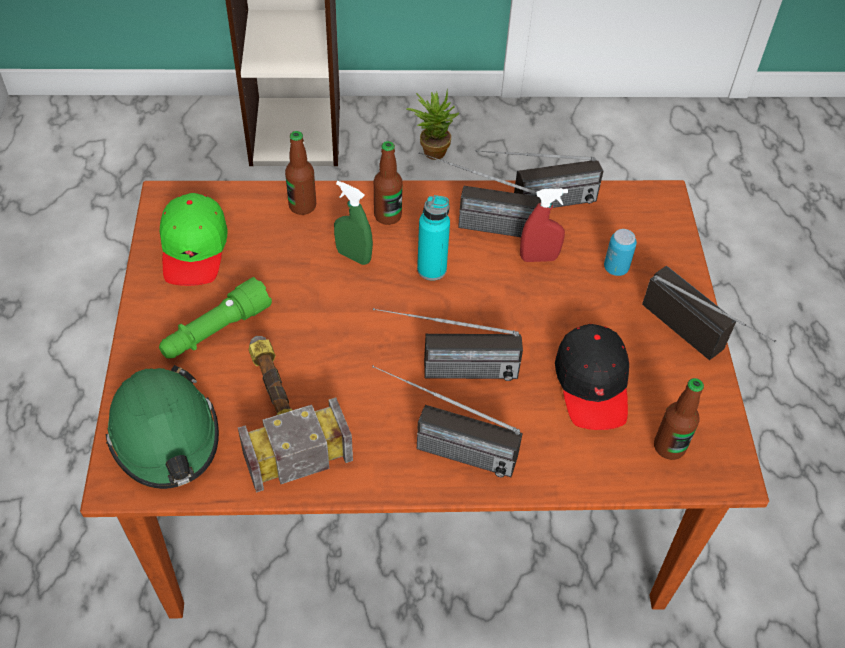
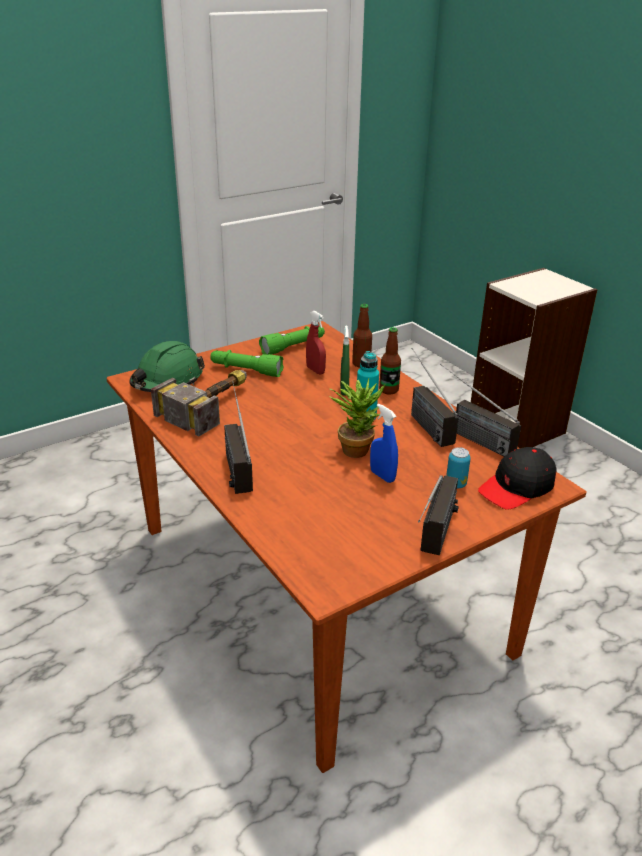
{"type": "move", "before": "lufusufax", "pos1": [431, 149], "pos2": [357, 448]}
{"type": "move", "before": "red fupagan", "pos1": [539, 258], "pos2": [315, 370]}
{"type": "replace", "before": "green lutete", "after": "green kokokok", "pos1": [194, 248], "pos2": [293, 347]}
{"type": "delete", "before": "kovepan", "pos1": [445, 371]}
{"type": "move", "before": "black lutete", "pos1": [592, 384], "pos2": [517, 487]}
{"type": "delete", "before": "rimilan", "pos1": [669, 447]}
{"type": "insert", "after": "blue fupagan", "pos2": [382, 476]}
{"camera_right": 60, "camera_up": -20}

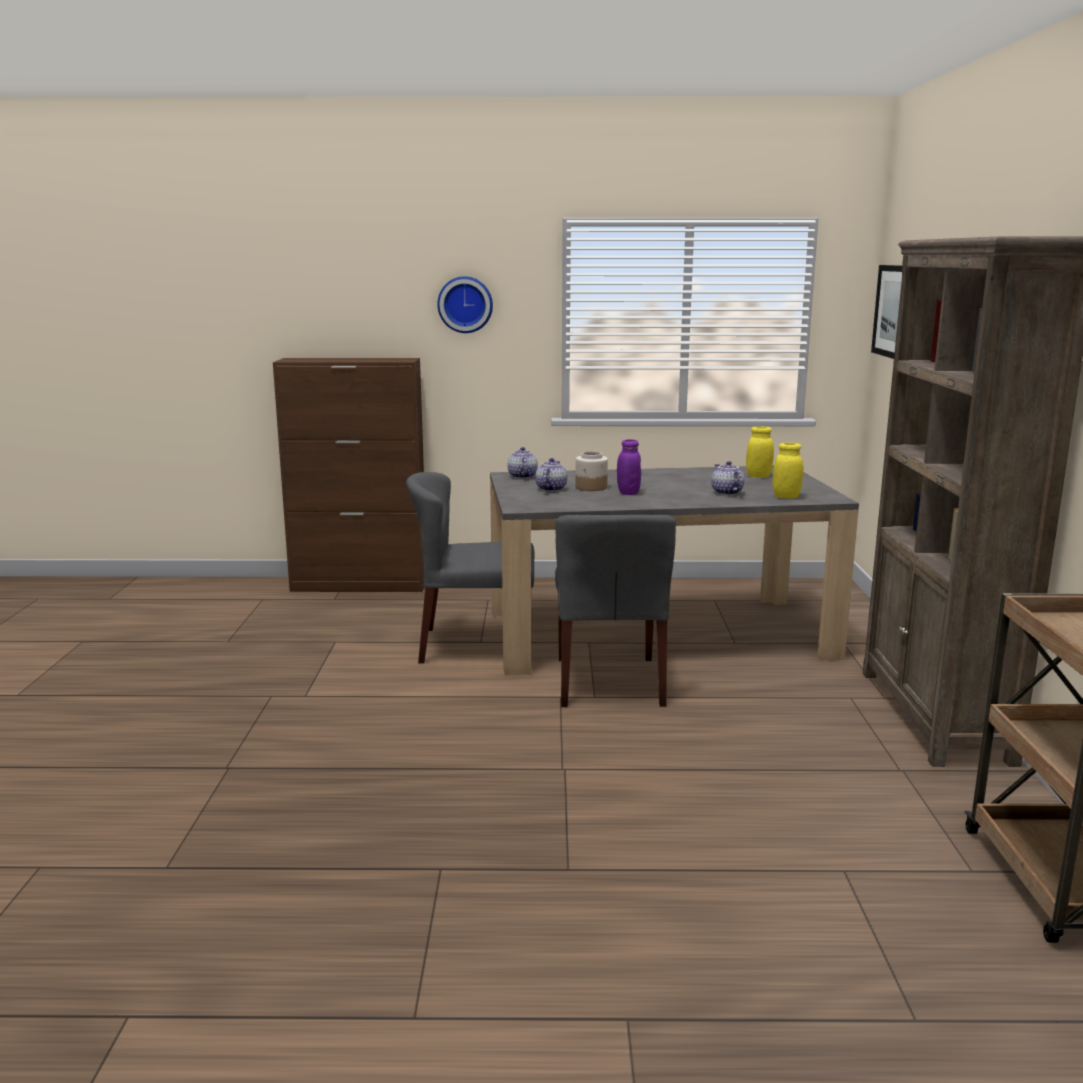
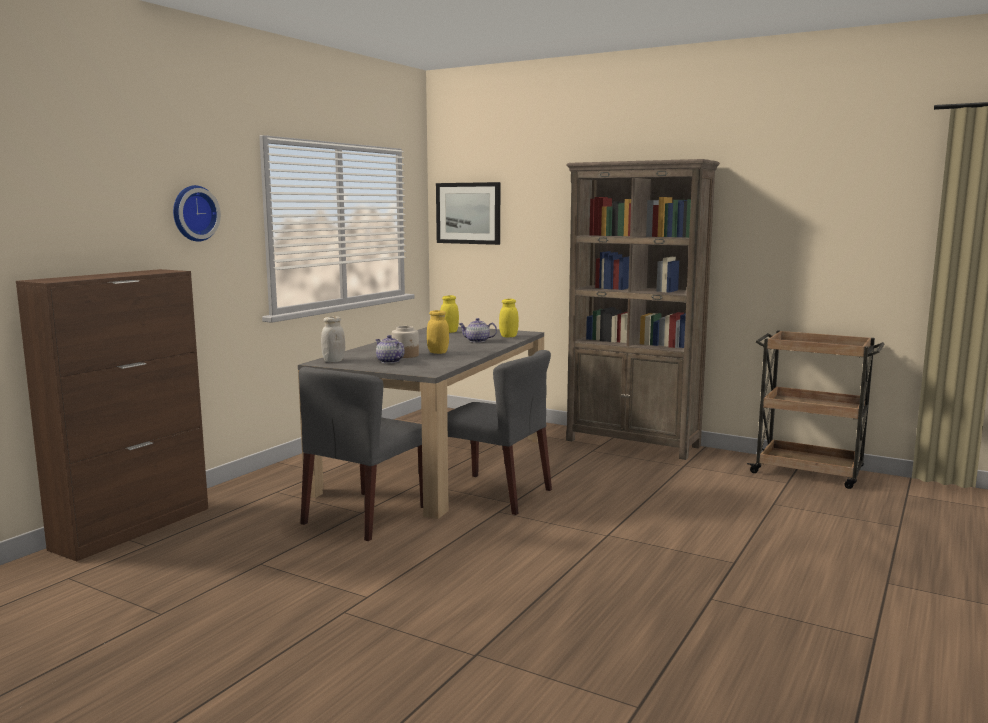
{"type": "recolor", "before": "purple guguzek", "after": "yellow guguzek", "pos1": [628, 493], "pos2": [438, 352]}
{"type": "replace", "before": "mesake", "after": "white guguzek", "pos1": [521, 476], "pos2": [333, 361]}
{"camera_right": -60, "camera_up": -5}

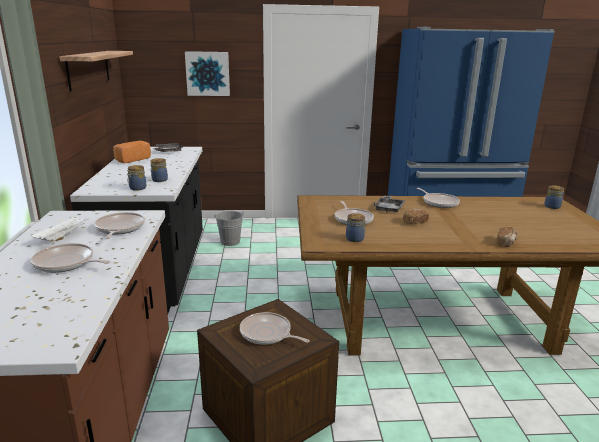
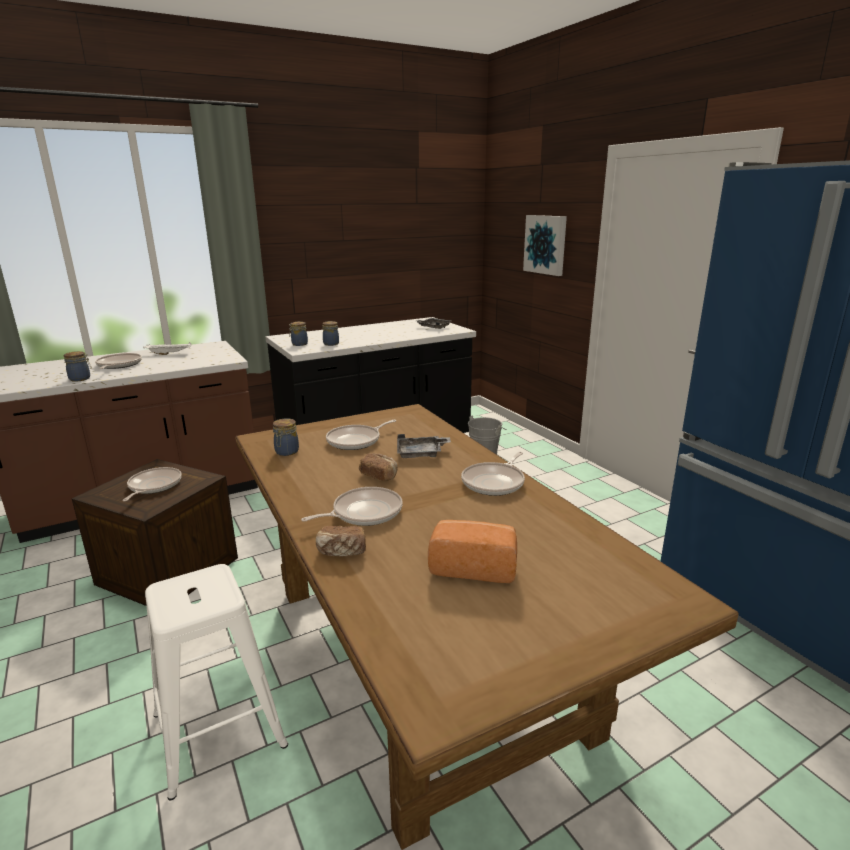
{"type": "delete", "before": "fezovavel", "pos1": [89, 69]}
{"type": "move", "before": "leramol", "pos1": [131, 159], "pos2": [473, 566]}
{"type": "move", "before": "guguzek", "pos1": [552, 206], "pos2": [81, 379]}
{"type": "move", "before": "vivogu", "pos1": [119, 228], "pos2": [364, 513]}
{"type": "insert", "after": "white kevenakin", "pos2": [217, 728]}
{"camera_right": 65, "camera_up": 0}

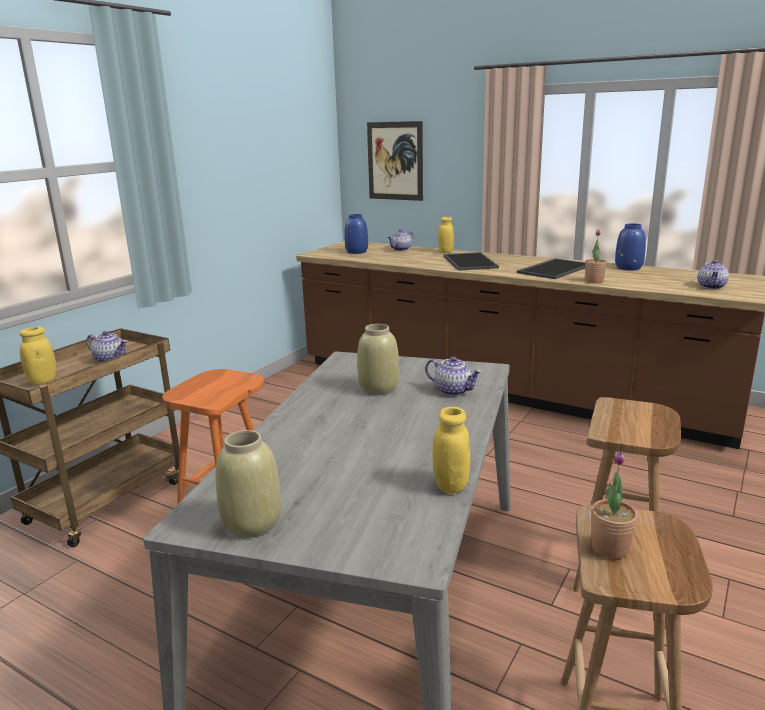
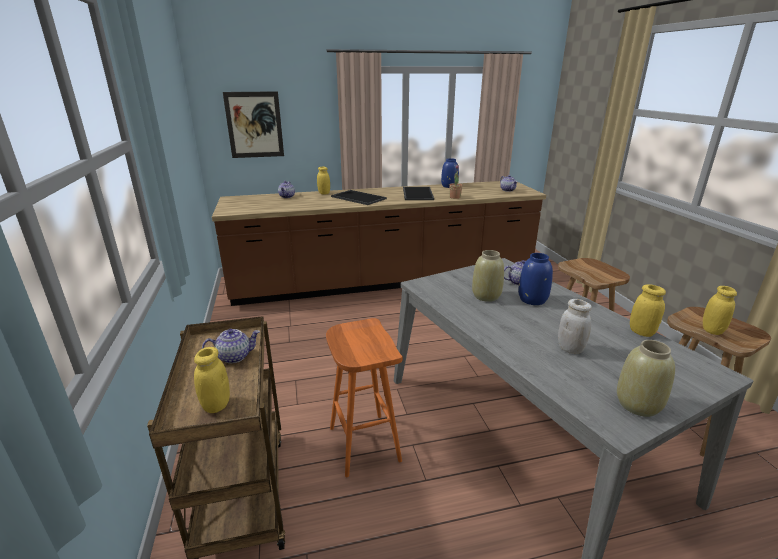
{"type": "move", "before": "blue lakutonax", "pos1": [357, 252], "pos2": [533, 300]}
{"type": "replace", "before": "lufusufax", "after": "yellow guguzek", "pos1": [610, 548], "pos2": [712, 330]}
{"type": "insert", "after": "white guguzek", "pos2": [570, 349]}
{"camera_right": -45, "camera_up": 5}

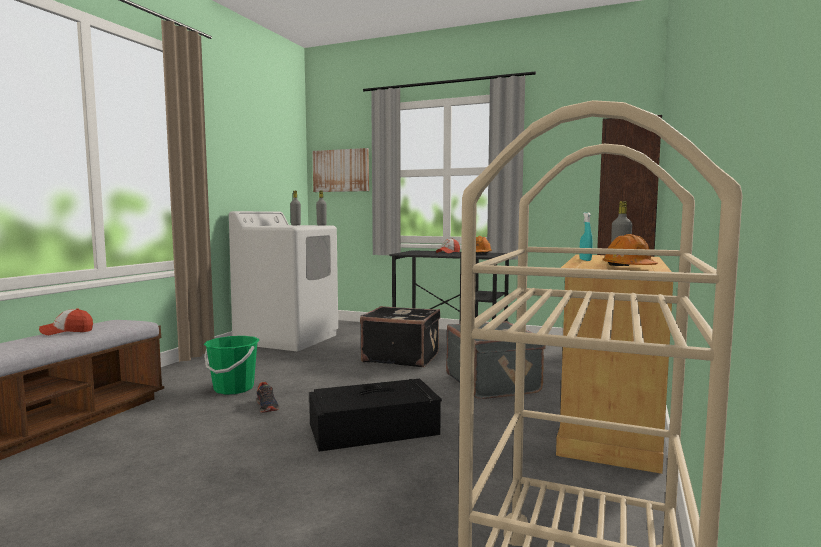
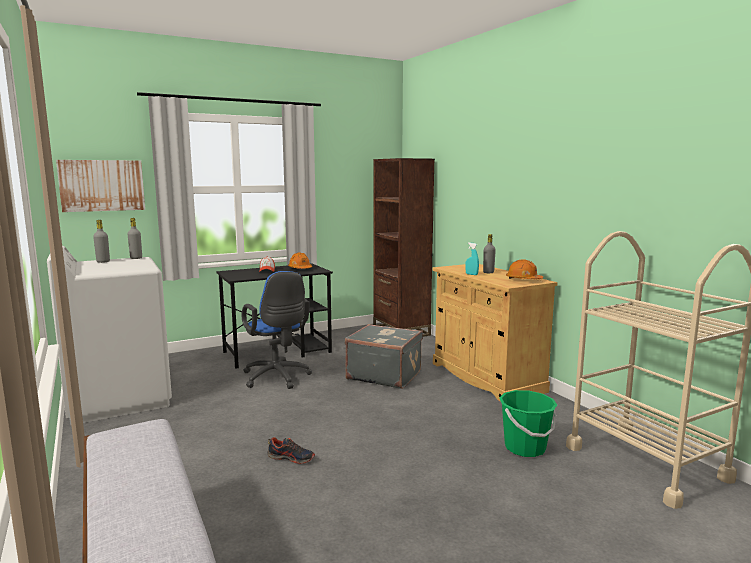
{"type": "replace", "before": "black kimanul", "after": "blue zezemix", "pos1": [401, 357], "pos2": [277, 378]}
{"type": "delete", "before": "lutete", "pos1": [67, 331]}
{"type": "move", "before": "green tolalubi", "pos1": [233, 388], "pos2": [525, 448]}
{"type": "delete", "before": "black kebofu", "pos1": [375, 428]}
{"camera_right": -50, "camera_up": 5}

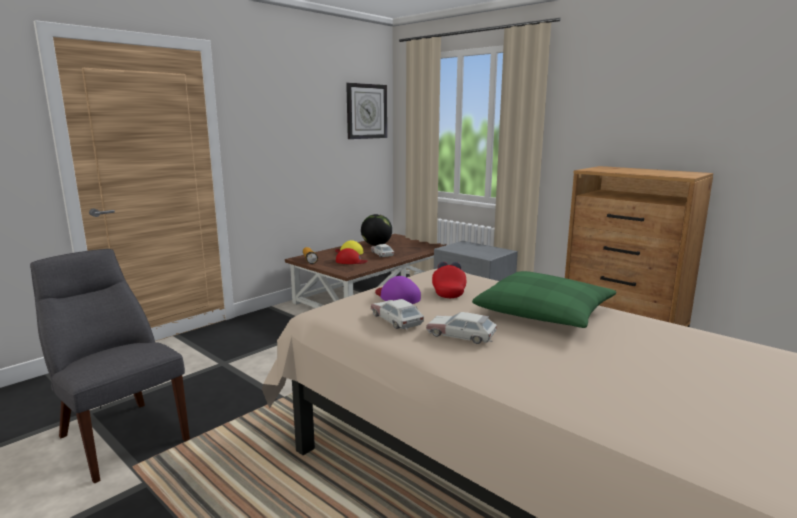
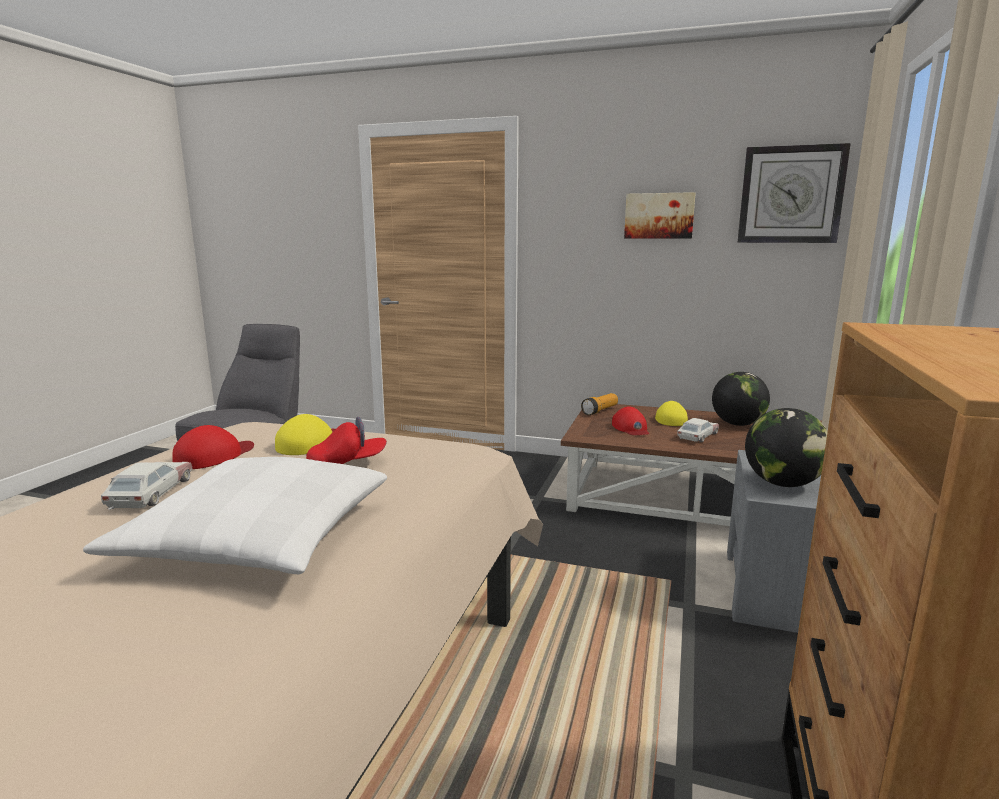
{"type": "recolor", "before": "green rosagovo", "after": "white rosagovo", "pos1": [544, 313], "pos2": [258, 538]}
{"type": "recolor", "before": "purple lutete", "after": "yellow lutete", "pos1": [397, 297], "pos2": [309, 443]}
{"type": "replace", "before": "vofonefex", "after": "red lutete", "pos1": [397, 320], "pos2": [214, 456]}
{"type": "insert", "after": "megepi", "pos2": [659, 216]}
{"type": "insert", "after": "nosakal", "pos2": [782, 483]}
{"camera_right": 65, "camera_up": 0}

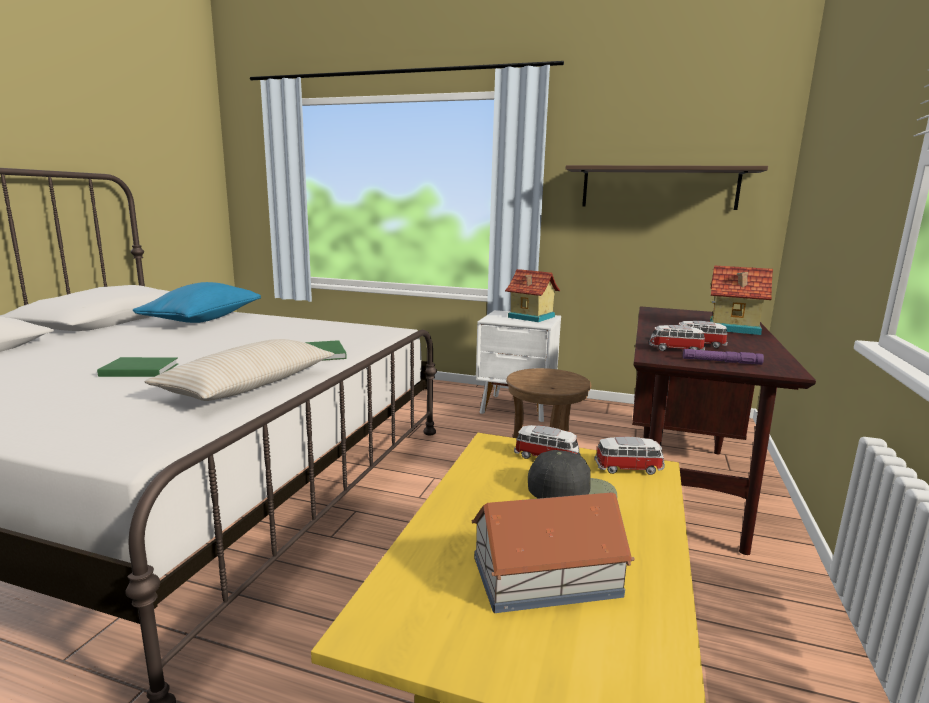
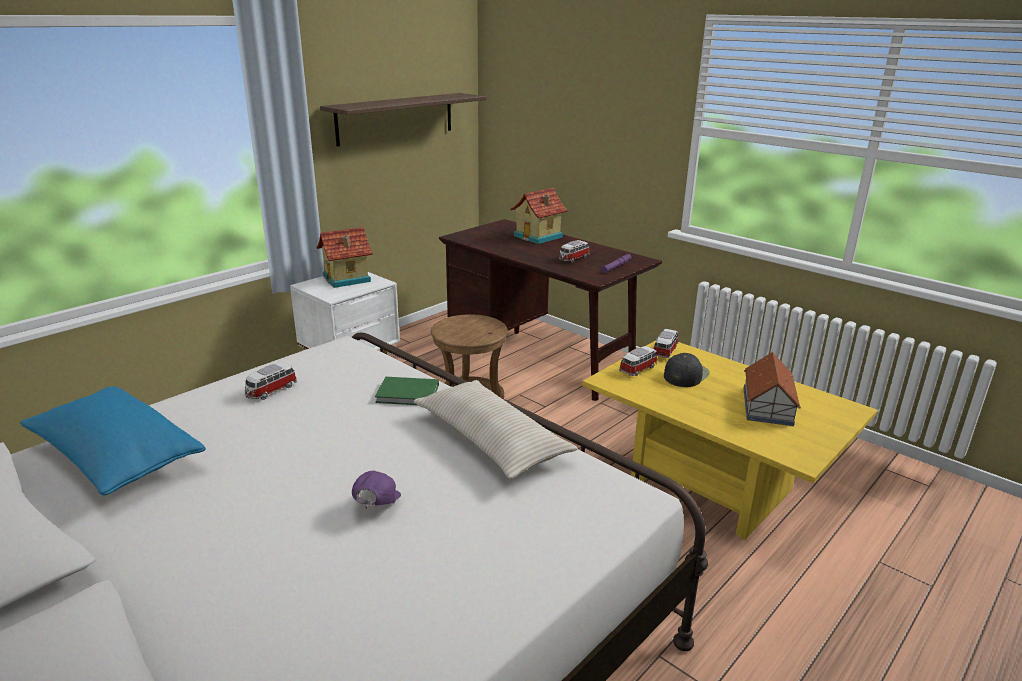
{"type": "move", "before": "vofonefex", "pos1": [675, 350], "pos2": [271, 391]}
{"type": "replace", "before": "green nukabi", "after": "purple lutete", "pos1": [138, 370], "pos2": [375, 506]}
{"camera_right": -65, "camera_up": 10}

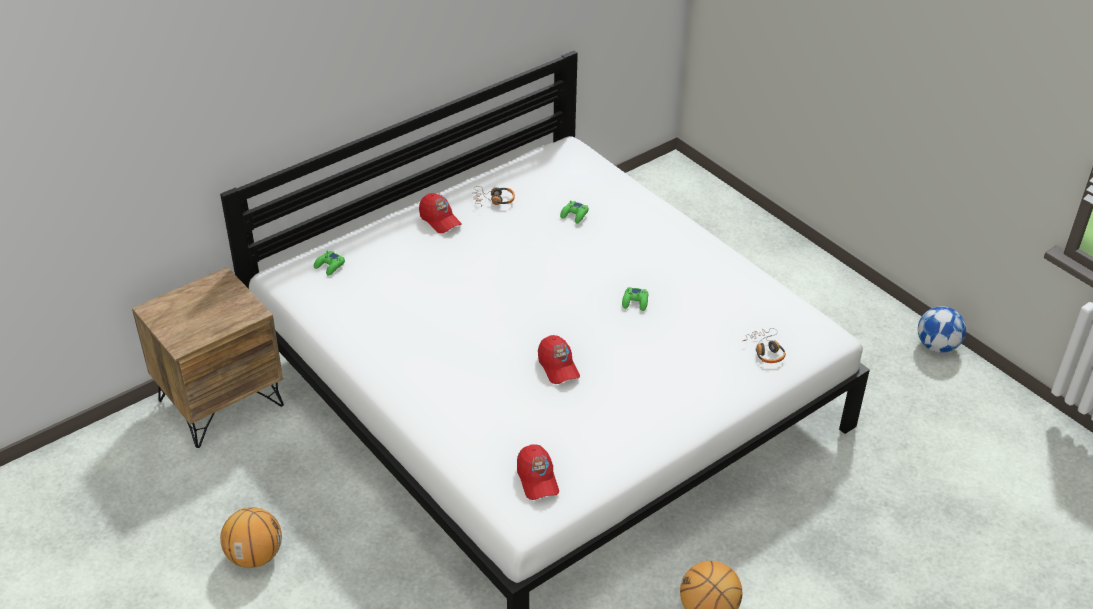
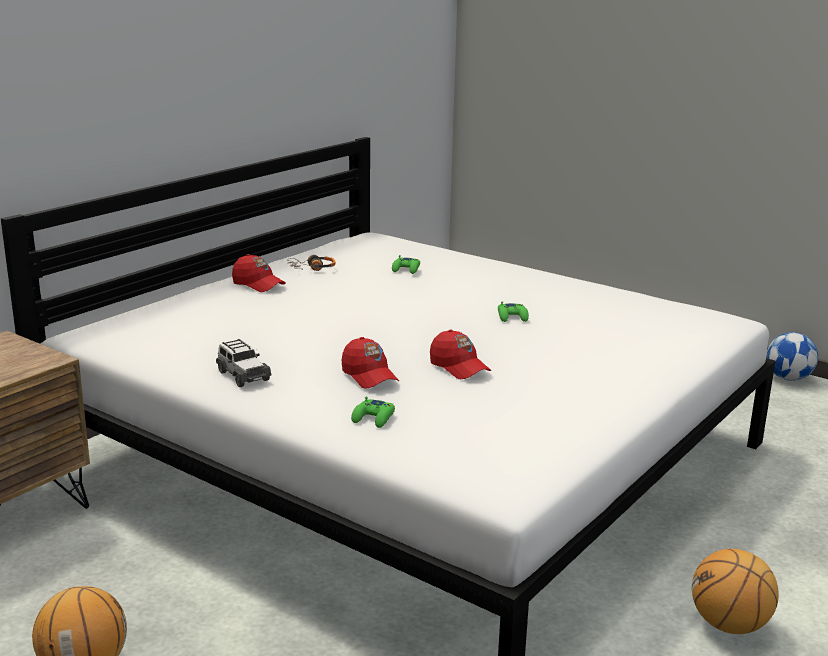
{"type": "move", "before": "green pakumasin", "pos1": [329, 266], "pos2": [374, 418]}
{"type": "delete", "before": "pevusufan", "pos1": [765, 350]}
{"type": "move", "before": "red lutete", "pos1": [537, 479], "pos2": [369, 376]}
{"type": "insert", "after": "vofonefex", "pos2": [242, 375]}
{"camera_right": -15, "camera_up": -20}

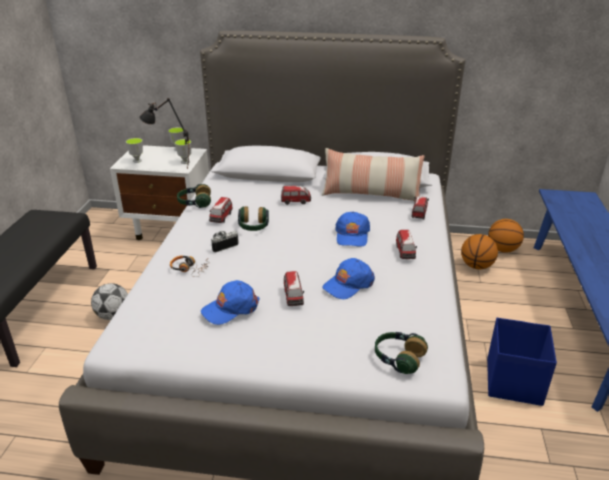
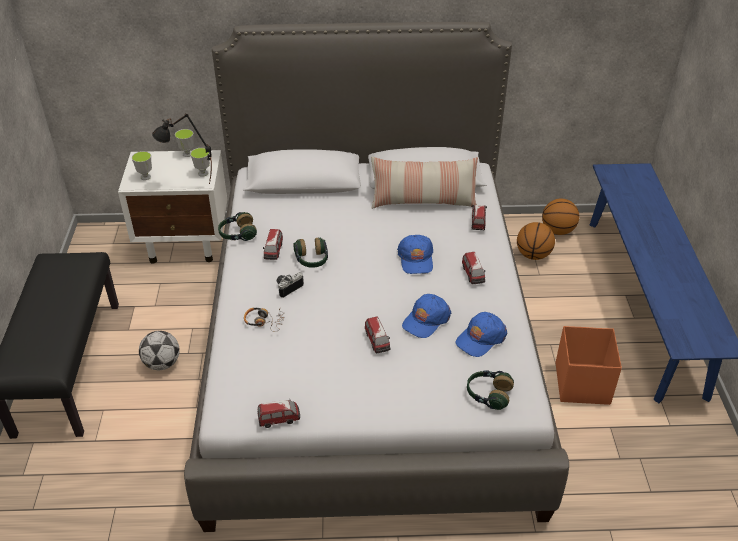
{"type": "move", "before": "vofonefex", "pos1": [296, 201], "pos2": [279, 419]}
{"type": "move", "before": "blue lutete", "pos1": [230, 308], "pos2": [480, 338]}
{"type": "recolor", "before": "blue kebofu", "after": "orange kebofu", "pos1": [514, 381], "pos2": [582, 383]}
{"camera_right": -10, "camera_up": 10}

